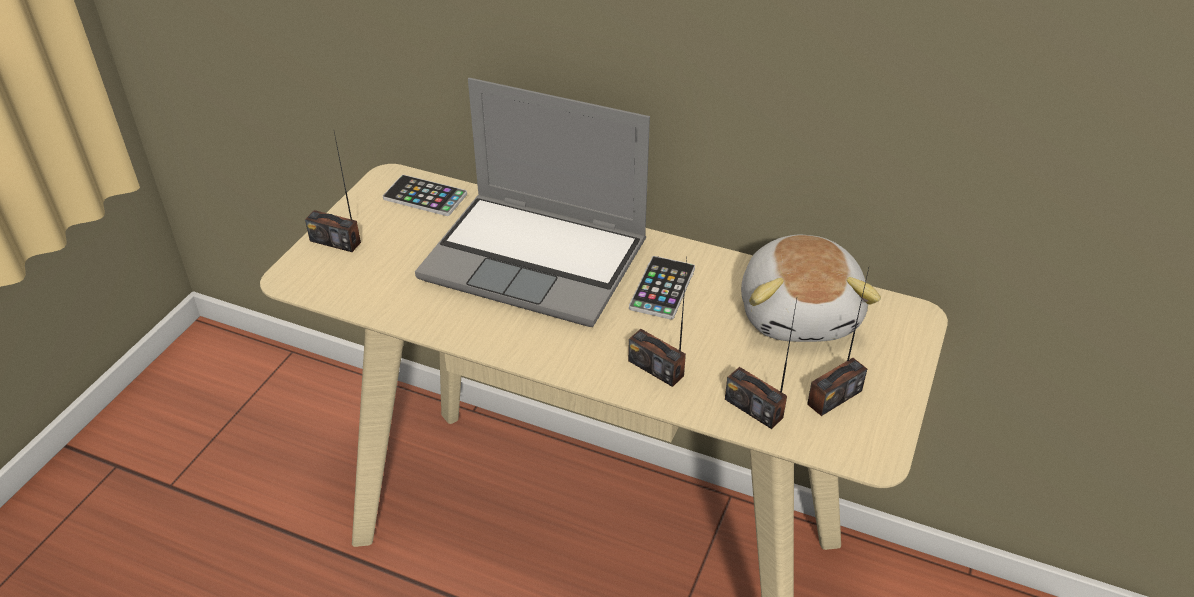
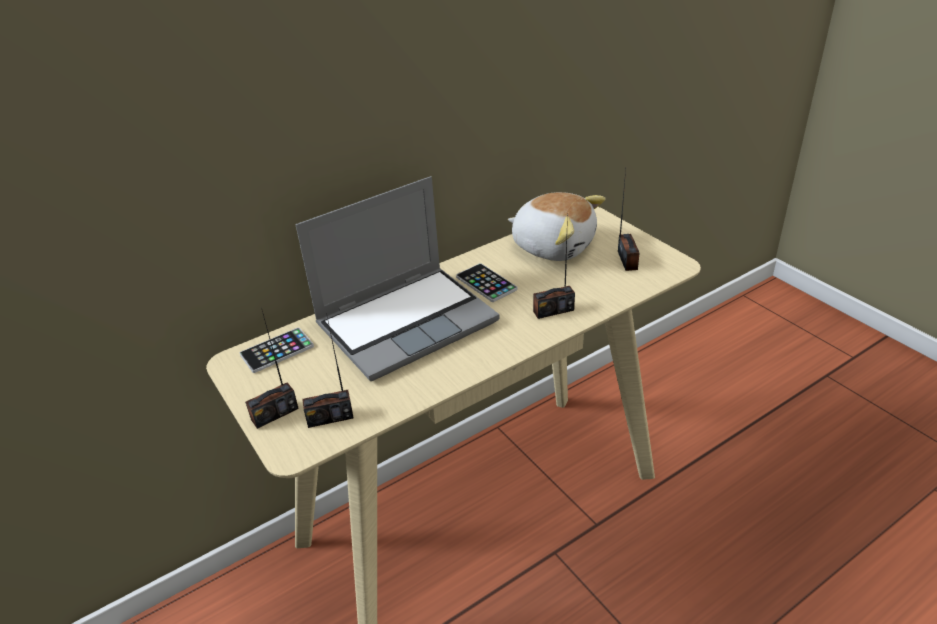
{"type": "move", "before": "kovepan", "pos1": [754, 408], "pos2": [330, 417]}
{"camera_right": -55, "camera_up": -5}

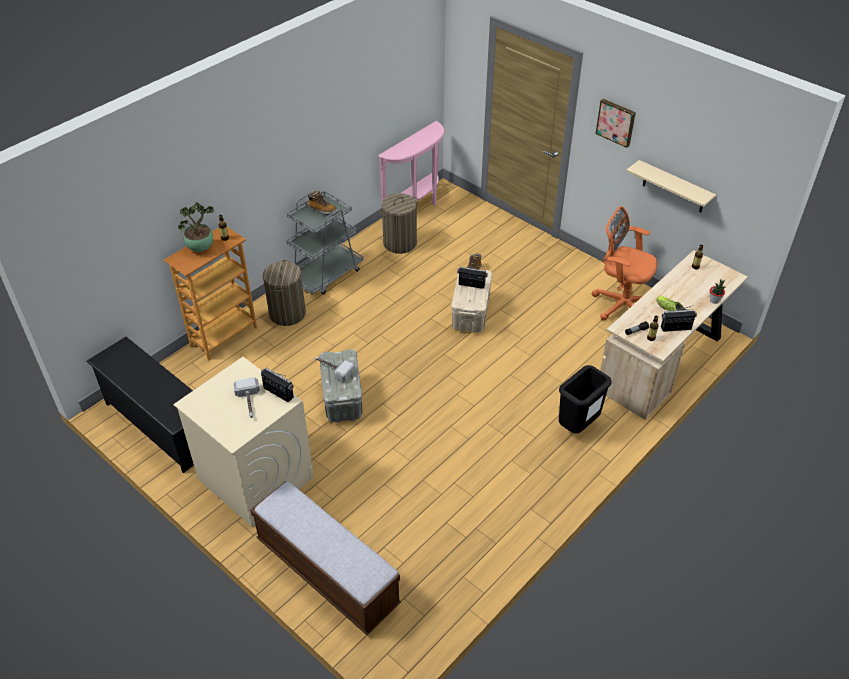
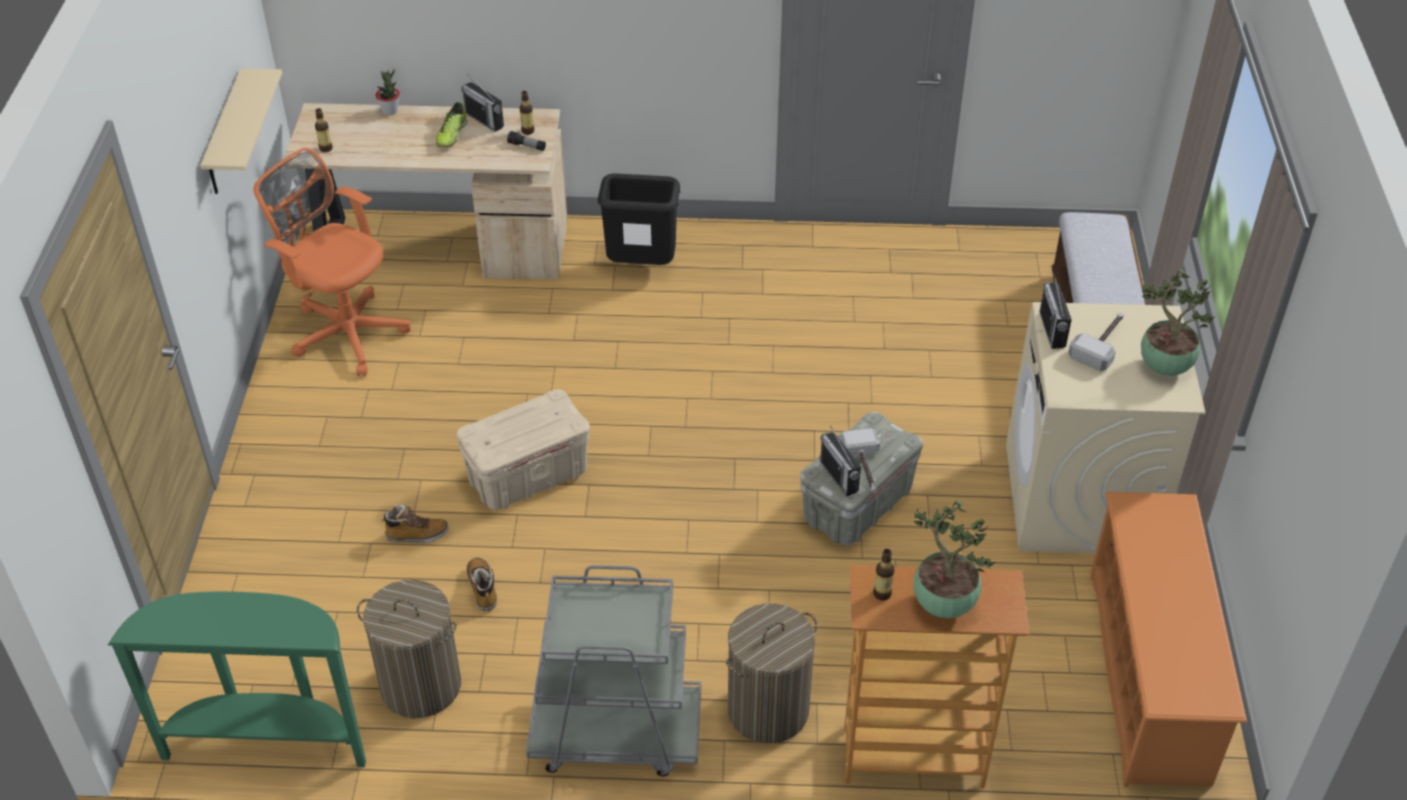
{"type": "delete", "before": "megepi", "pos1": [616, 122]}
{"type": "recolor", "before": "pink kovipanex", "after": "green kovipanex", "pos1": [417, 206], "pos2": [268, 740]}
{"type": "move", "before": "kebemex", "pos1": [322, 210], "pos2": [483, 588]}
{"type": "rotate", "before": "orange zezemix", "pos1": [621, 305], "pos2": [345, 331], "turn": 135}
{"type": "move", "before": "kovepan", "pos1": [471, 284], "pos2": [839, 476]}
{"type": "recolor", "before": "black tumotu", "after": "orange tumotu", "pos1": [161, 425], "pos2": [1148, 676]}
{"type": "insert", "after": "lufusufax", "pos2": [1163, 367]}
{"camera_right": -130, "camera_up": 0}

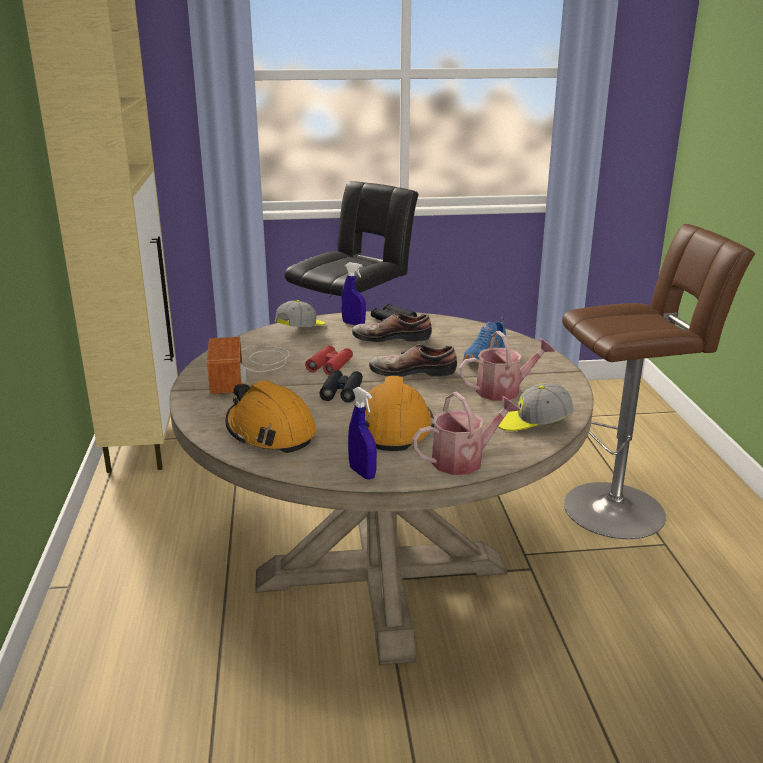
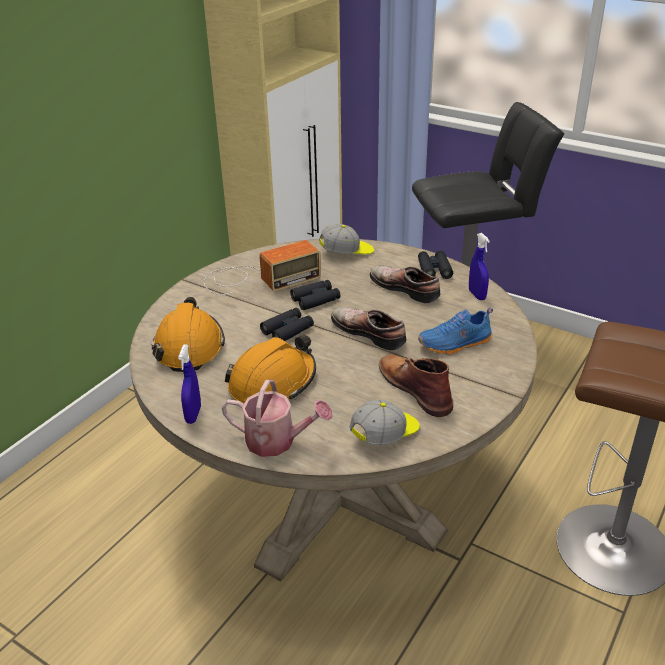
{"type": "move", "before": "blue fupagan", "pos1": [353, 324], "pos2": [477, 295]}
{"type": "replace", "before": "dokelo", "after": "brown kebemex", "pos1": [504, 390], "pos2": [414, 387]}
{"type": "rotate", "before": "kovepan", "pos1": [250, 368], "pos2": [257, 279], "turn": -150}
{"type": "recolor", "before": "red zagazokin", "after": "black zagazokin", "pos1": [330, 365], "pos2": [315, 299]}
{"type": "rotate", "before": "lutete", "pos1": [533, 423], "pos2": [385, 434], "turn": 105}
{"camera_right": 40, "camera_up": 10}

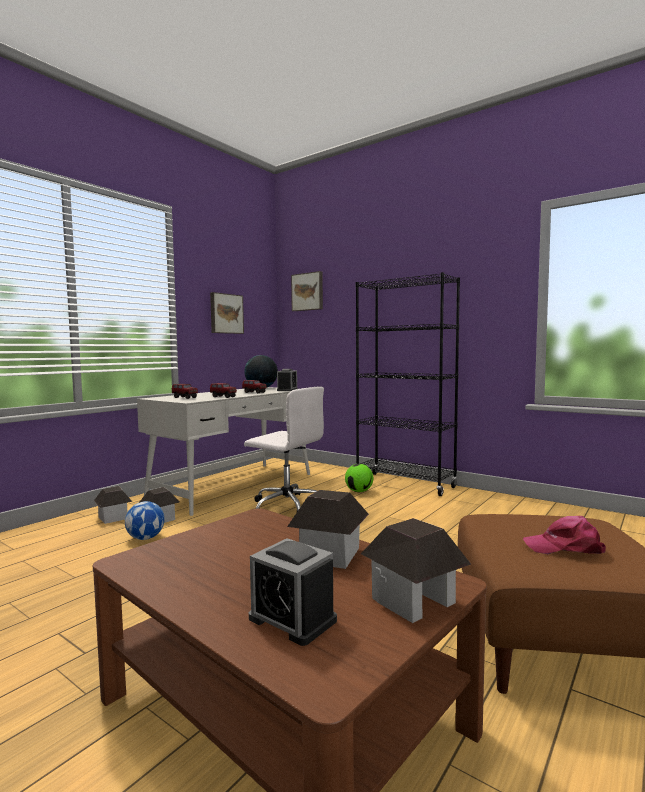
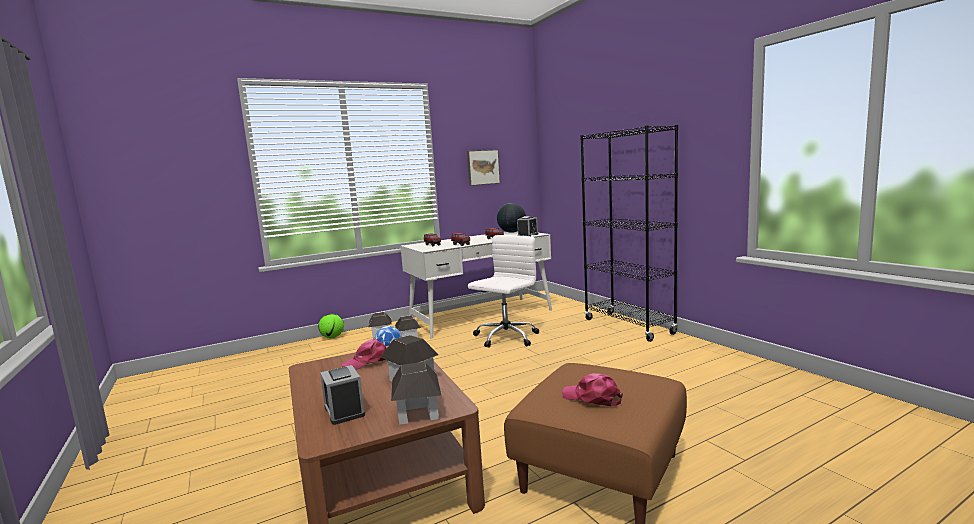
{"type": "delete", "before": "megepi", "pos1": [308, 292]}
{"type": "rotate", "before": "white zezemix", "pos1": [286, 506], "pos2": [505, 338], "turn": -105}
{"type": "move", "before": "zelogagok", "pos1": [359, 491], "pos2": [332, 337]}
{"type": "insert", "after": "pink lutete", "pos2": [368, 362]}
{"camera_right": 25, "camera_up": 5}

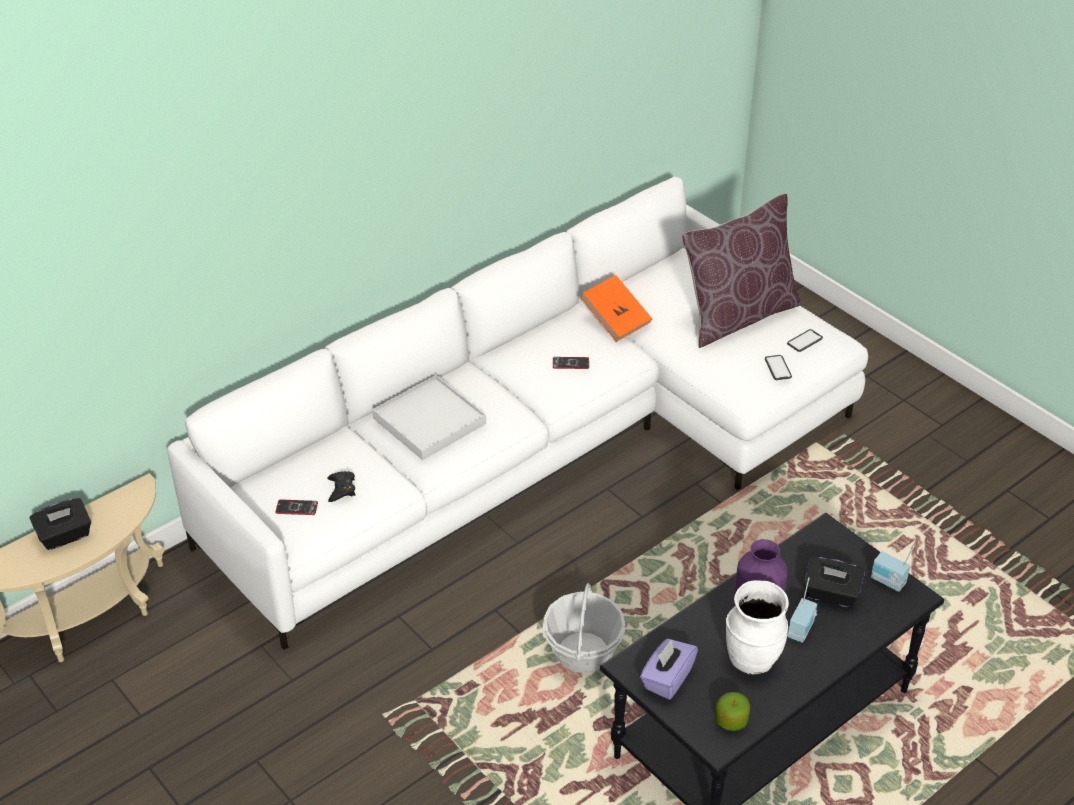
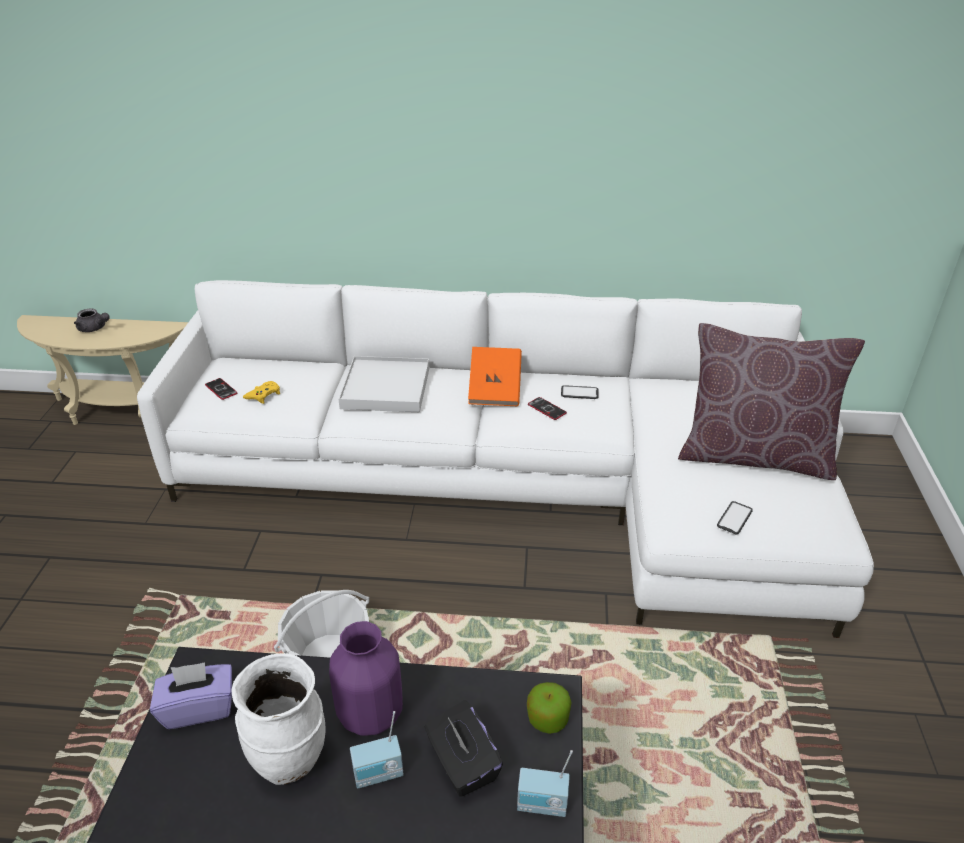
{"type": "move", "before": "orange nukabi", "pos1": [616, 320], "pos2": [495, 390]}
{"type": "move", "before": "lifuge", "pos1": [804, 341], "pos2": [579, 393]}
{"type": "recolor", "before": "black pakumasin", "after": "yellow pakumasin", "pos1": [341, 489], "pos2": [263, 395]}
{"type": "replace", "before": "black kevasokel", "after": "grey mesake", "pos1": [65, 536], "pos2": [94, 329]}
{"type": "rotate", "before": "kovepan", "pos1": [887, 582], "pos2": [542, 806], "turn": -75}
{"type": "move", "before": "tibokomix", "pos1": [731, 721], "pos2": [547, 719]}
{"camera_right": 45, "camera_up": -5}

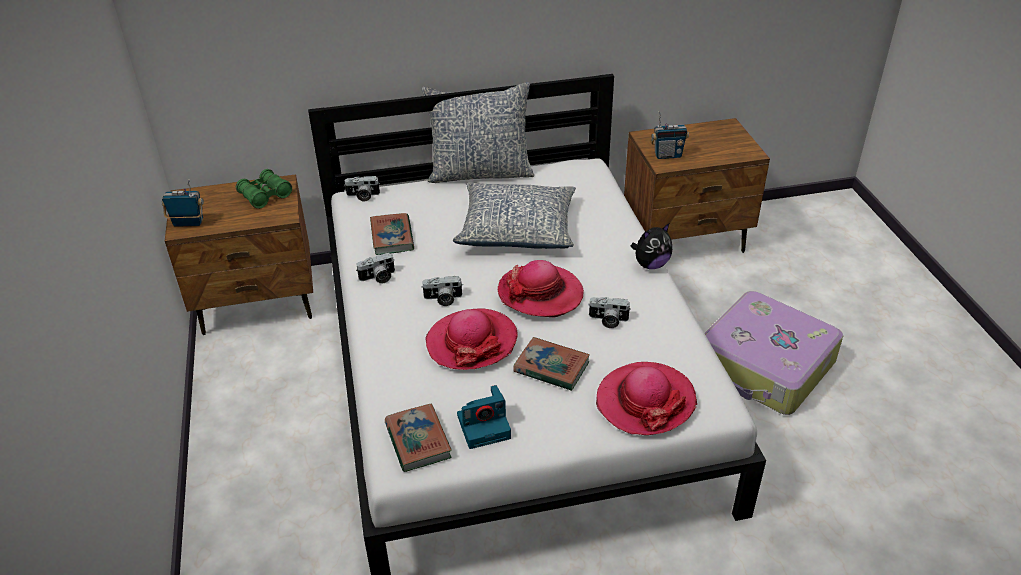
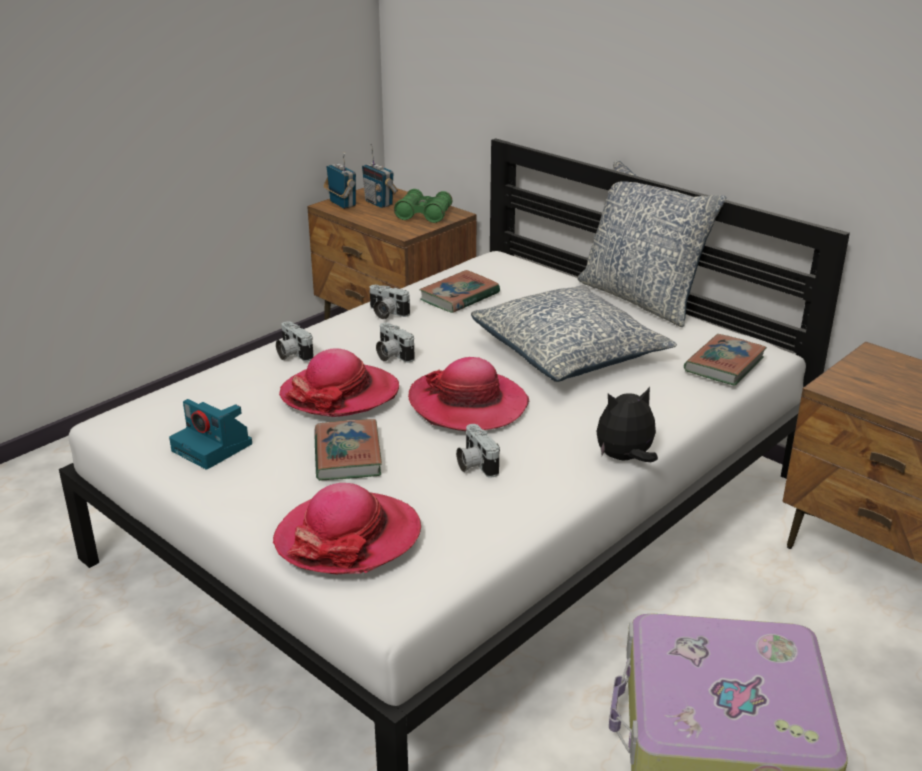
{"type": "move", "before": "kovepan", "pos1": [667, 155], "pos2": [379, 203]}
{"type": "move", "before": "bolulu", "pos1": [362, 196], "pos2": [292, 354]}
{"type": "rotate", "before": "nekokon", "pos1": [650, 264], "pos2": [625, 459], "turn": 135}
{"type": "move", "before": "nukabi", "pos1": [418, 441], "pos2": [724, 364]}
{"camera_right": 55, "camera_up": -10}

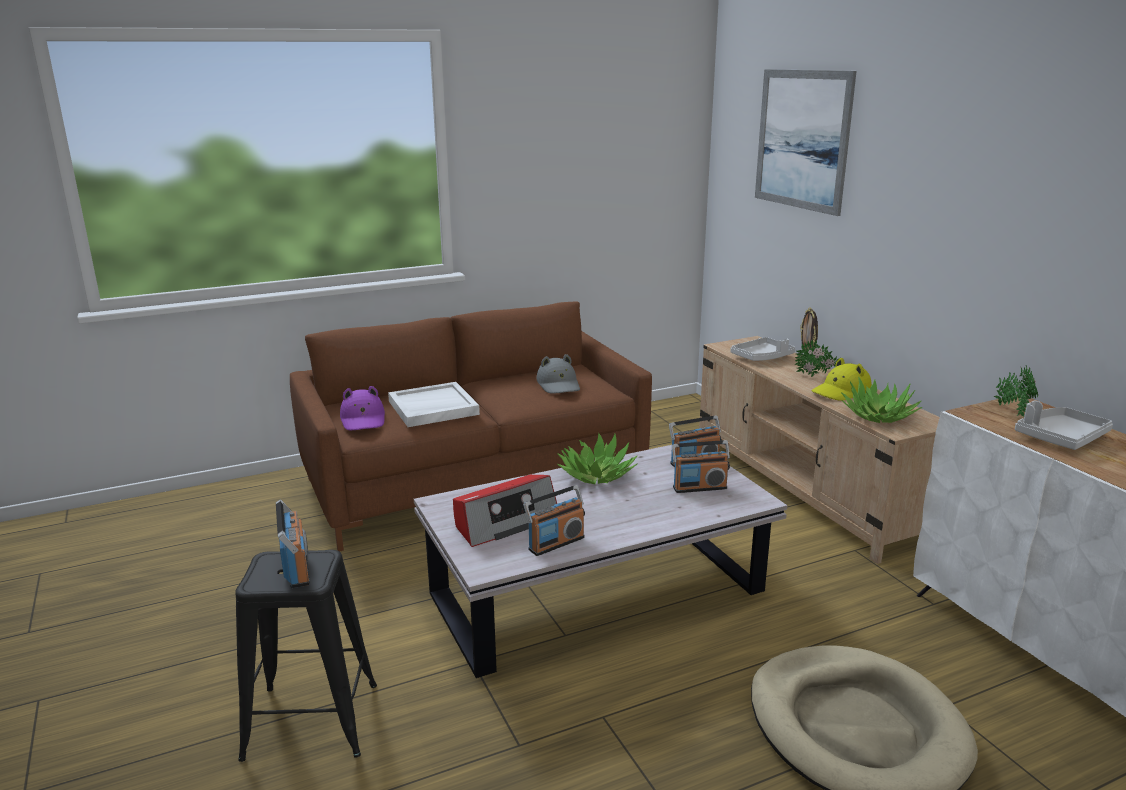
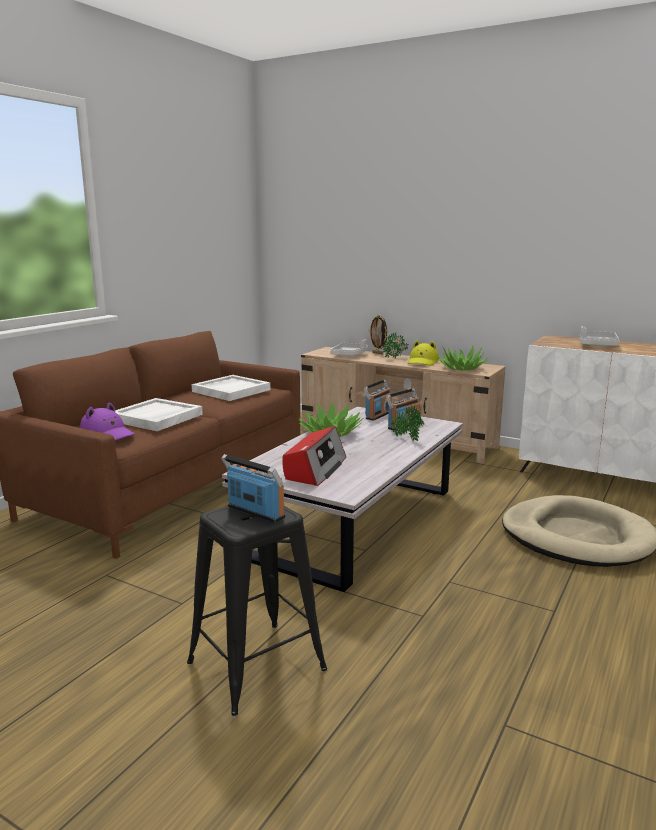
{"type": "delete", "before": "megepi", "pos1": [802, 139]}
{"type": "replace", "before": "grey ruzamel", "after": "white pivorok", "pos1": [559, 385], "pos2": [231, 390]}
{"type": "move", "before": "lufusufax", "pos1": [1012, 411], "pos2": [406, 439]}
{"type": "delete", "before": "kovepan", "pos1": [556, 543]}
{"camera_right": -35, "camera_up": -5}

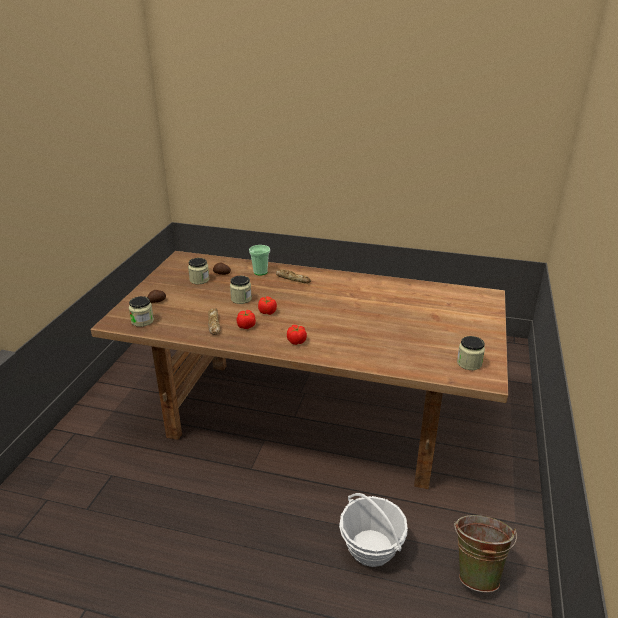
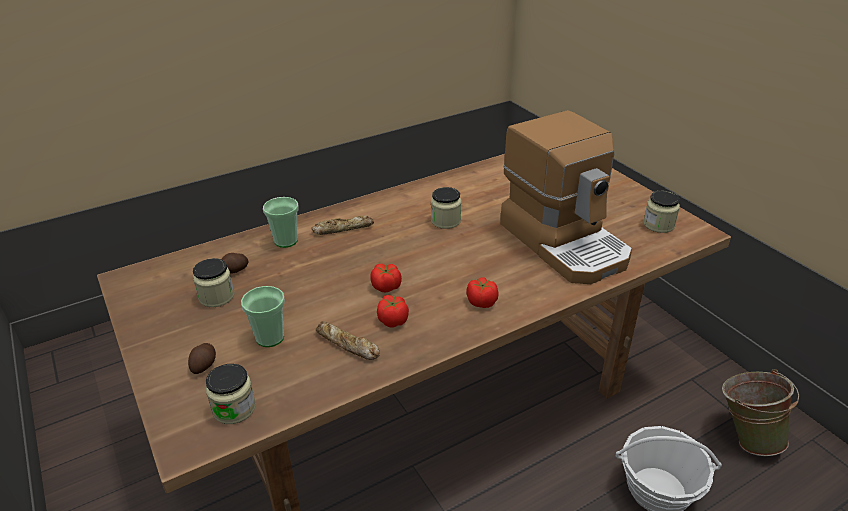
{"type": "move", "before": "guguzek", "pos1": [241, 299], "pos2": [445, 221]}
{"type": "insert", "after": "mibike", "pos2": [565, 242]}
{"type": "insert", "after": "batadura", "pos2": [270, 337]}
{"camera_right": -45, "camera_up": 5}

